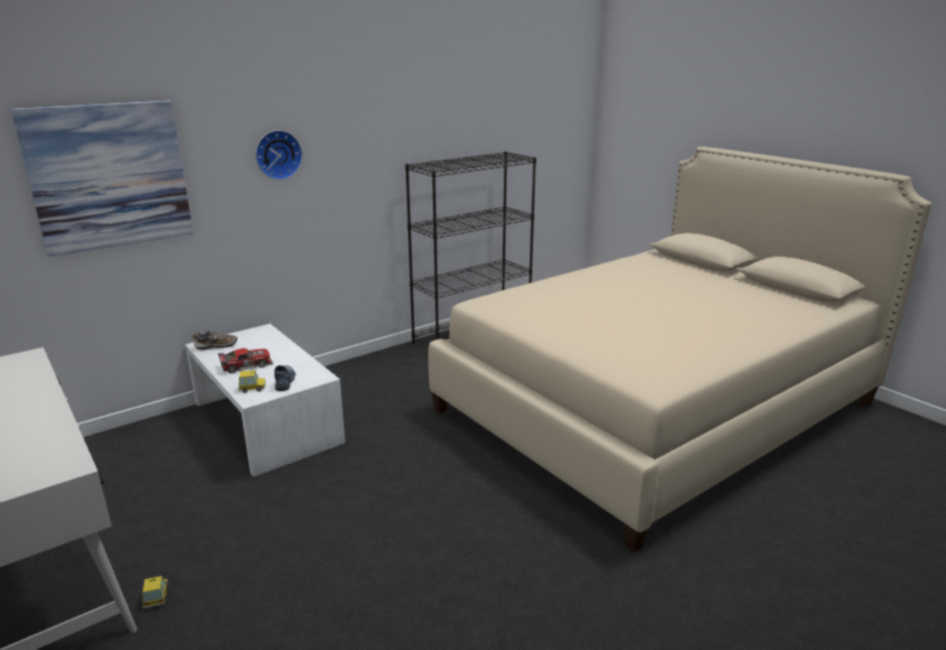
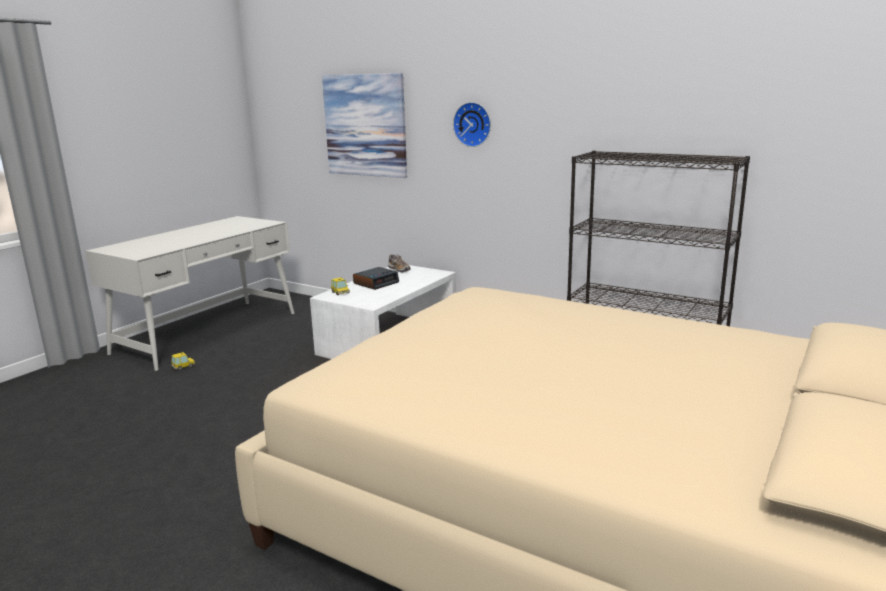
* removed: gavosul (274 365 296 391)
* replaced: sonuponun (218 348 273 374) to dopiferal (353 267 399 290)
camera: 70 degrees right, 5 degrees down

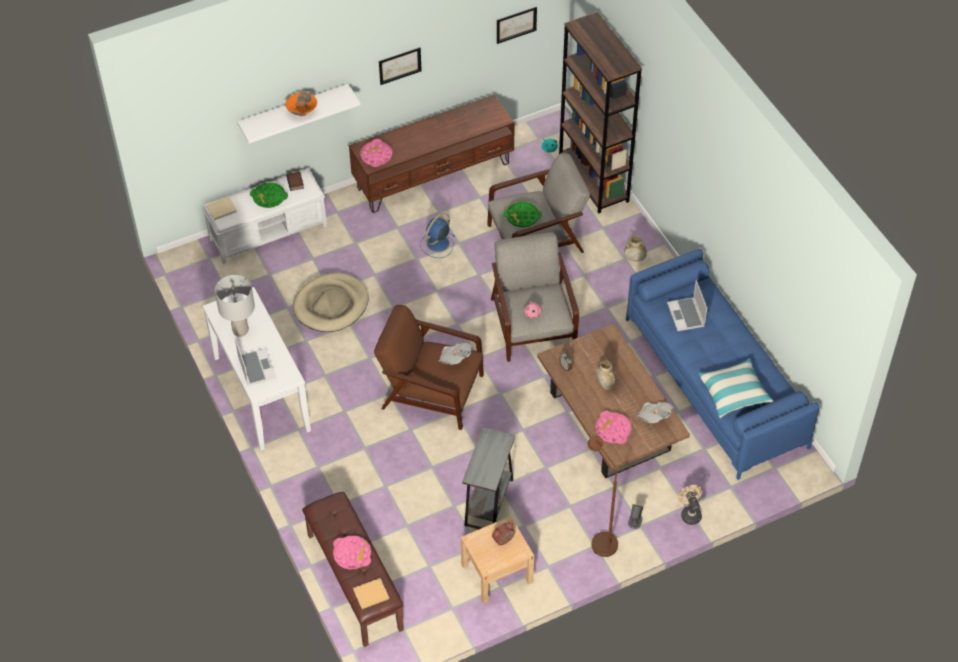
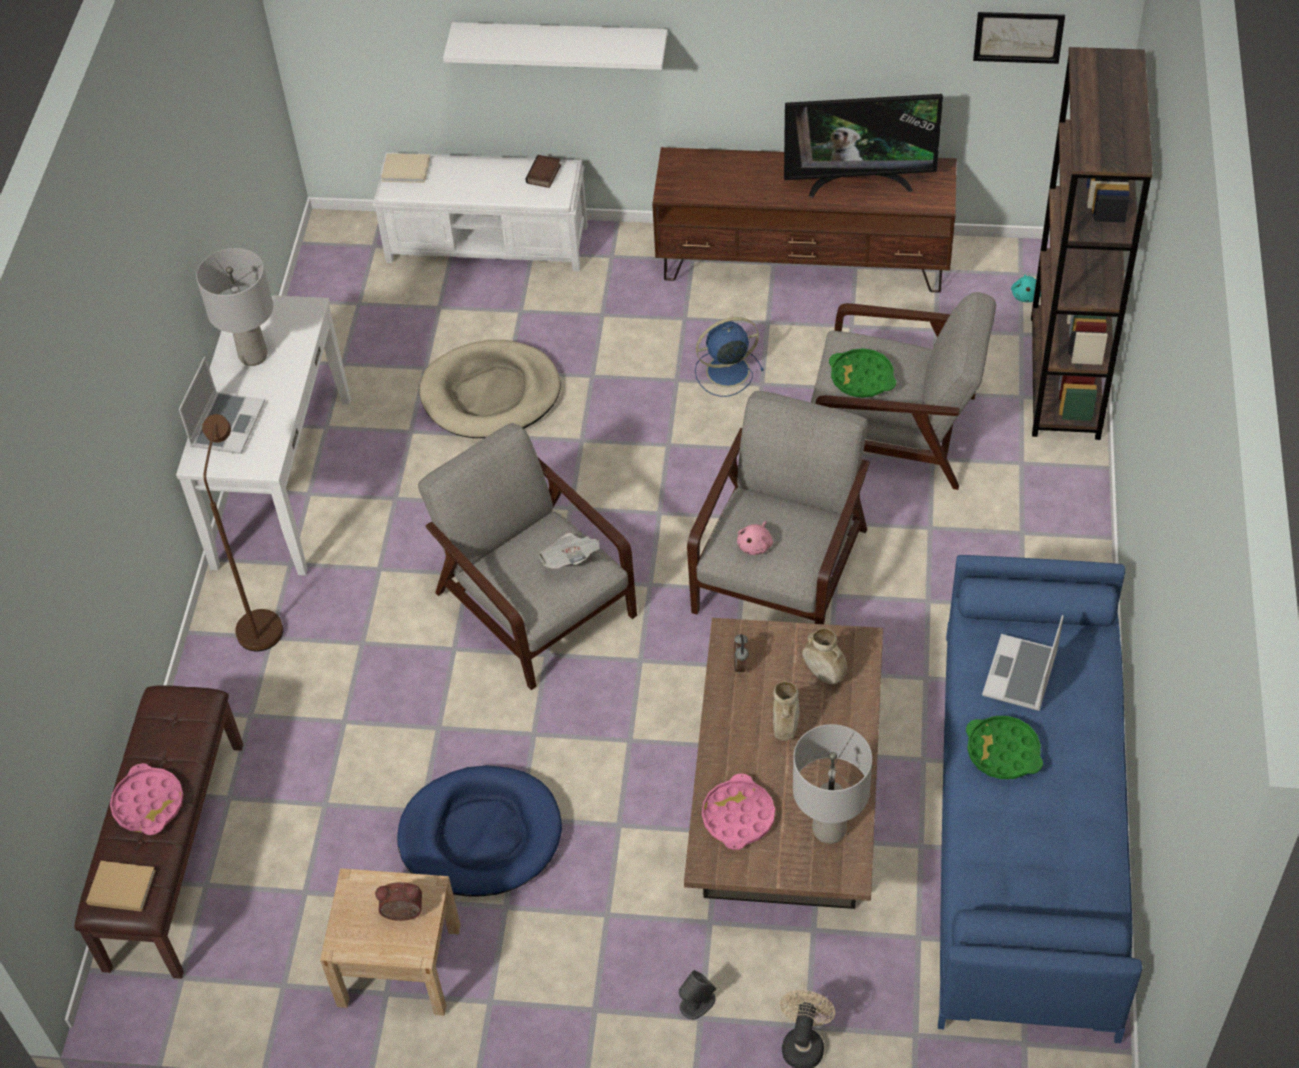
* removed: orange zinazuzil (285 92 317 116)
* removed: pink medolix (360 139 392 167)
* removed: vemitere (379 47 422 85)
* removed: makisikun (698 358 773 418)
* added: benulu (784 94 943 197)
* moved: green medolix (250 182 288 208) to (966 716 1043 779)
* moved: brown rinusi (588 436 618 557) to (202 414 283 651)
* moved: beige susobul (624 236 647 262) to (802 628 847 684)
* replaced: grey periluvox (462 427 515 529) to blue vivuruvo (397 765 562 897)
* replaced: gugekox (637 402 673 423) to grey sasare (793 724 872 844)
* recoloured: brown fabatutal (374 305 484 430) to grey fabatutal (418 423 637 690)
camera: 35 degrees right, 0 degrees up

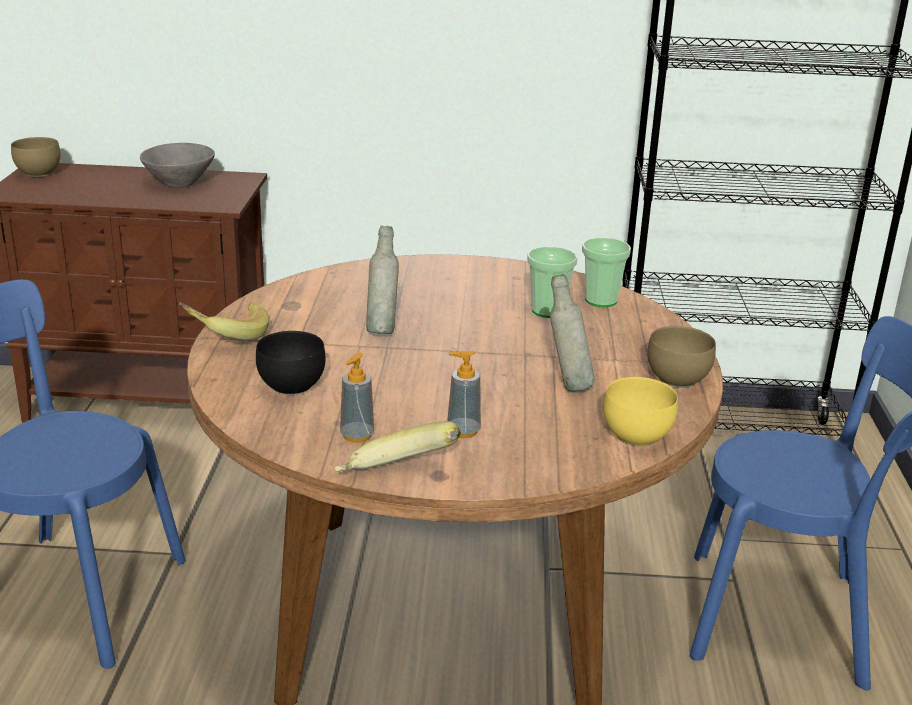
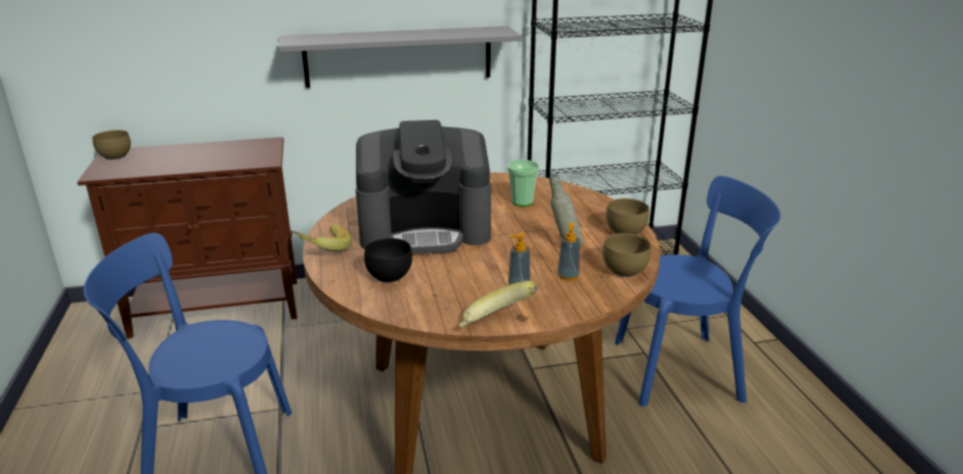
* removed: grey zinazuzil (140 143 215 188)
* removed: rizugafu (582 238 631 307)
* added: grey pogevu (278 26 521 88)
* moved: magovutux (340 352 374 443) to (558 222 580 281)
* replaced: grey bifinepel (366 225 399 334) to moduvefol (355 120 491 254)
* recoloured: yellow zinazuzil (603 377 678 446) to brown zinazuzil (603 233 651 277)
camera: 15 degrees left, 0 degrees up

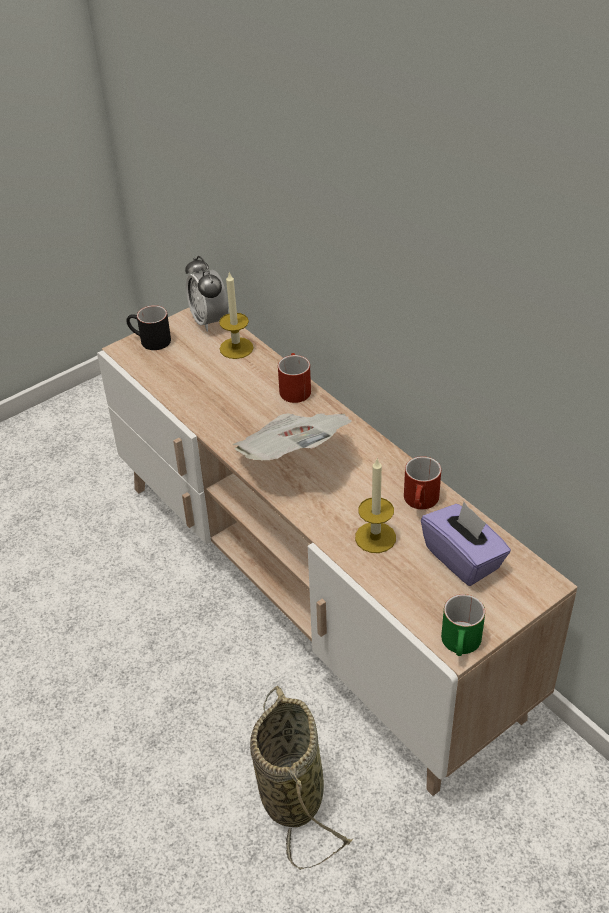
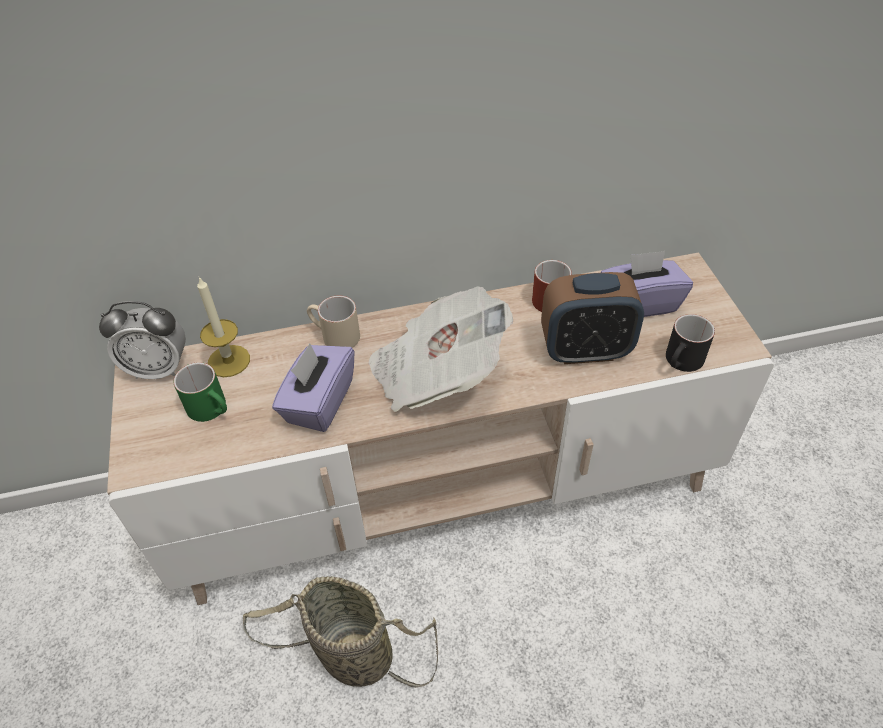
* added: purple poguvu (272 343 355 432)
* moved: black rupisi (126 305 171 350) to (666 314 715 372)
* moved: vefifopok (250 686 354 870) to (243 576 438 688)
* moved: green rupisi (441 594 485 656) to (174 362 227 422)
* replaced: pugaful (355 458 396 553) to dopiferal (541 272 644 364)
* recoloured: red rupisi (278 353 311 403) to beige rupisi (307 295 360 348)
camera: 65 degrees left, 5 degrees up

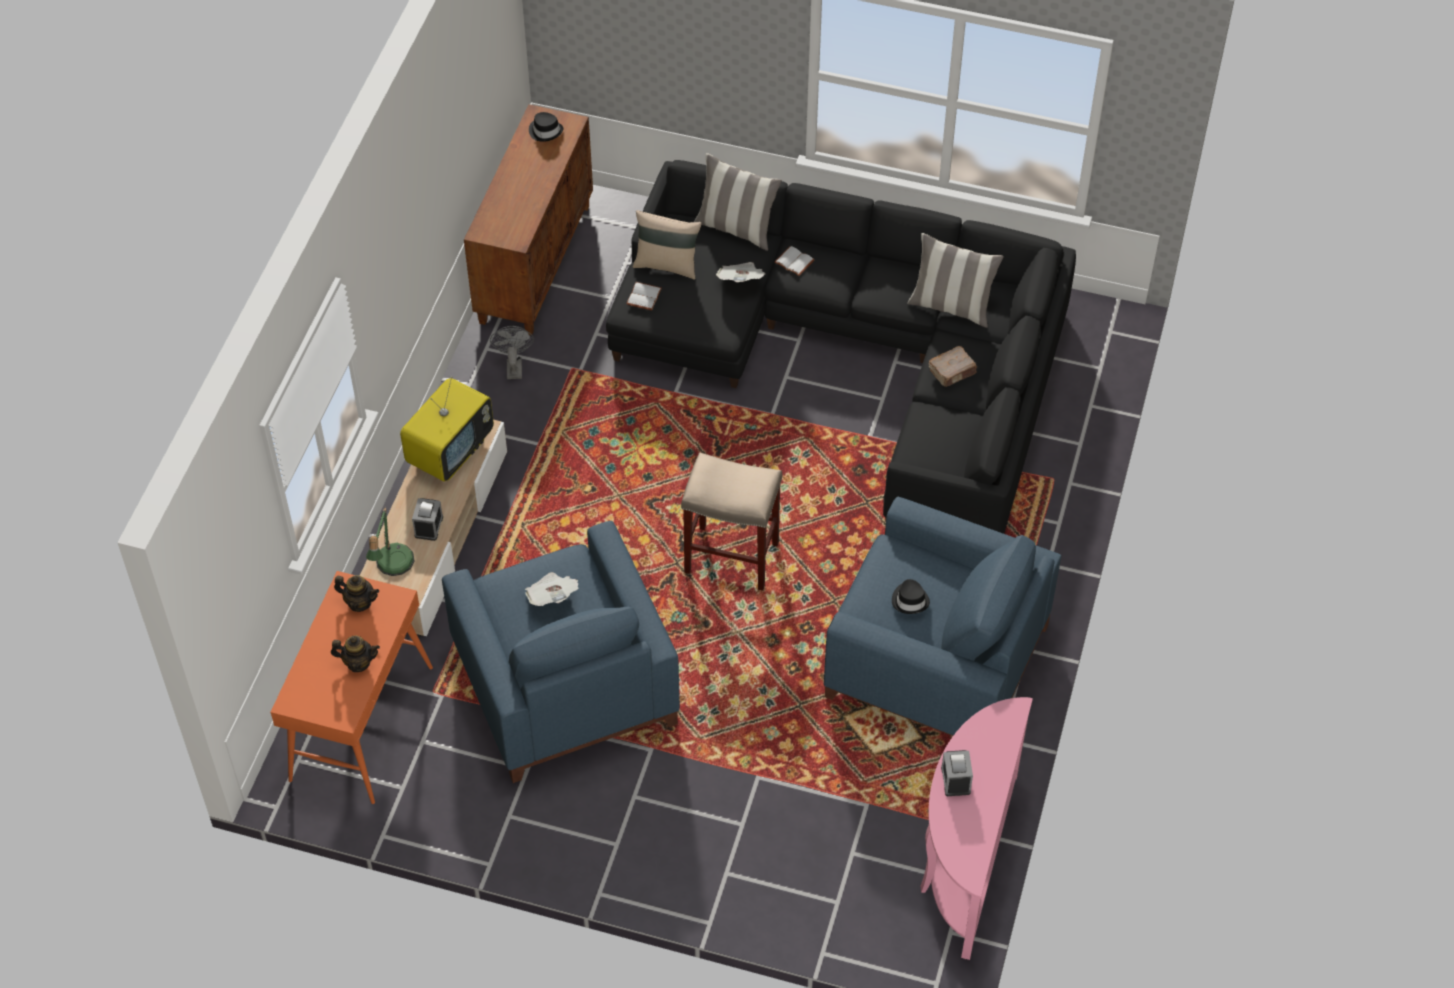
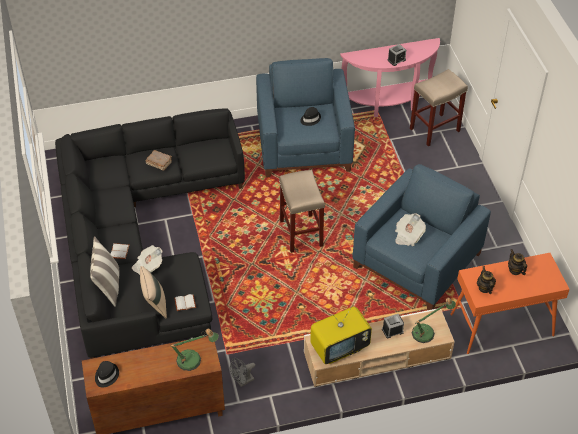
* removed: makisikun (907 233 1004 328)
* added: sasare (170 329 219 371)
* added: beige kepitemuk (410 69 468 146)
* turned: benulu (400 376 494 482) = (310 307 372 364) 150 degrees clockwise
camera: 120 degrees left, 5 degrees down

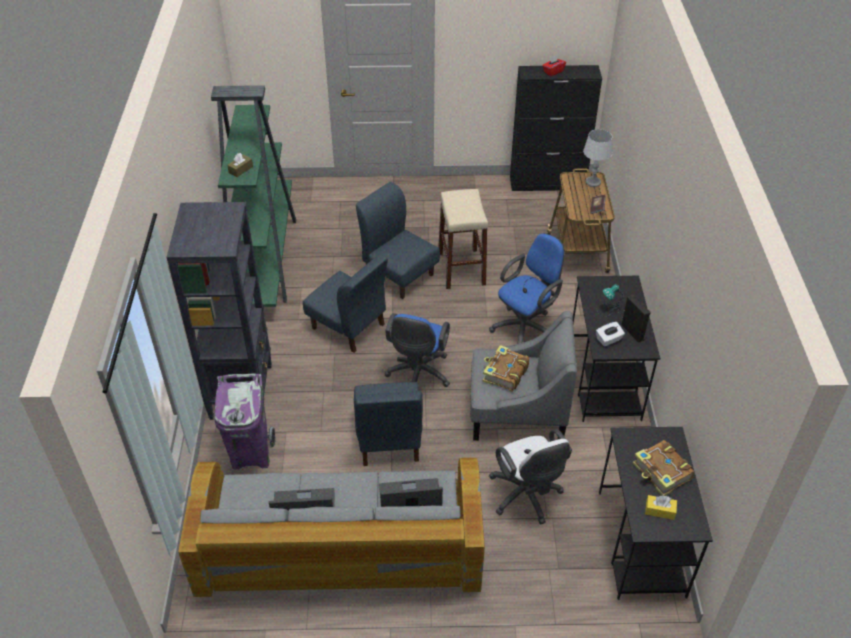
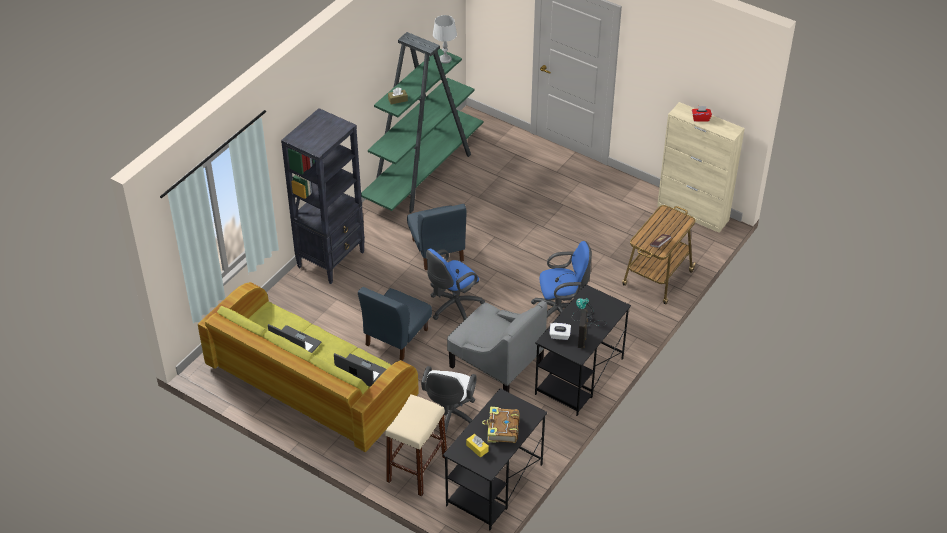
* removed: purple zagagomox (215 373 276 469)
* removed: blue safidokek (356 182 440 299)
* removed: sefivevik (483 345 529 391)
* moved: beige kepitemuk (438 189 488 289) to (385 394 447 496)
* moved: grey sasare (583 129 613 187) to (433 15 457 64)
* recoloured: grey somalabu (178 458 485 597) to green somalabu (198 282 419 452)
* recoloured: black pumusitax (510 65 602 191) to beige pumusitax (657 102 745 233)
camera: 35 degrees right, 0 degrees up

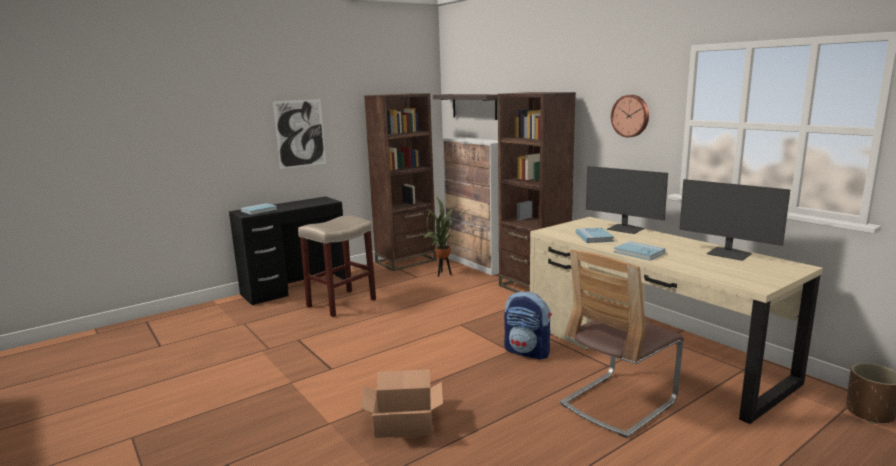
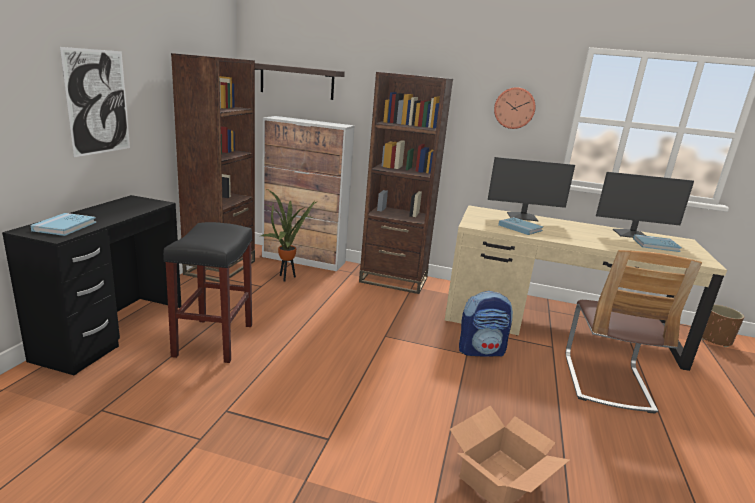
* moved: blue sefivevik (614 241 665 261) to (633 234 682 252)
* recoloured: beige kepitemuk (298 215 376 317) to black kepitemuk (163 222 253 363)
camera: 40 degrees left, 5 degrees up

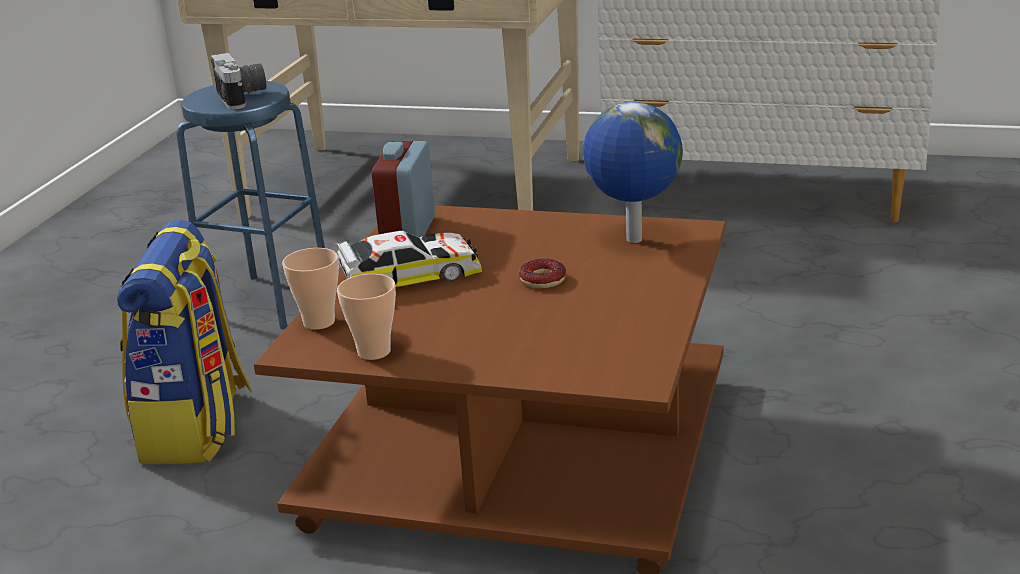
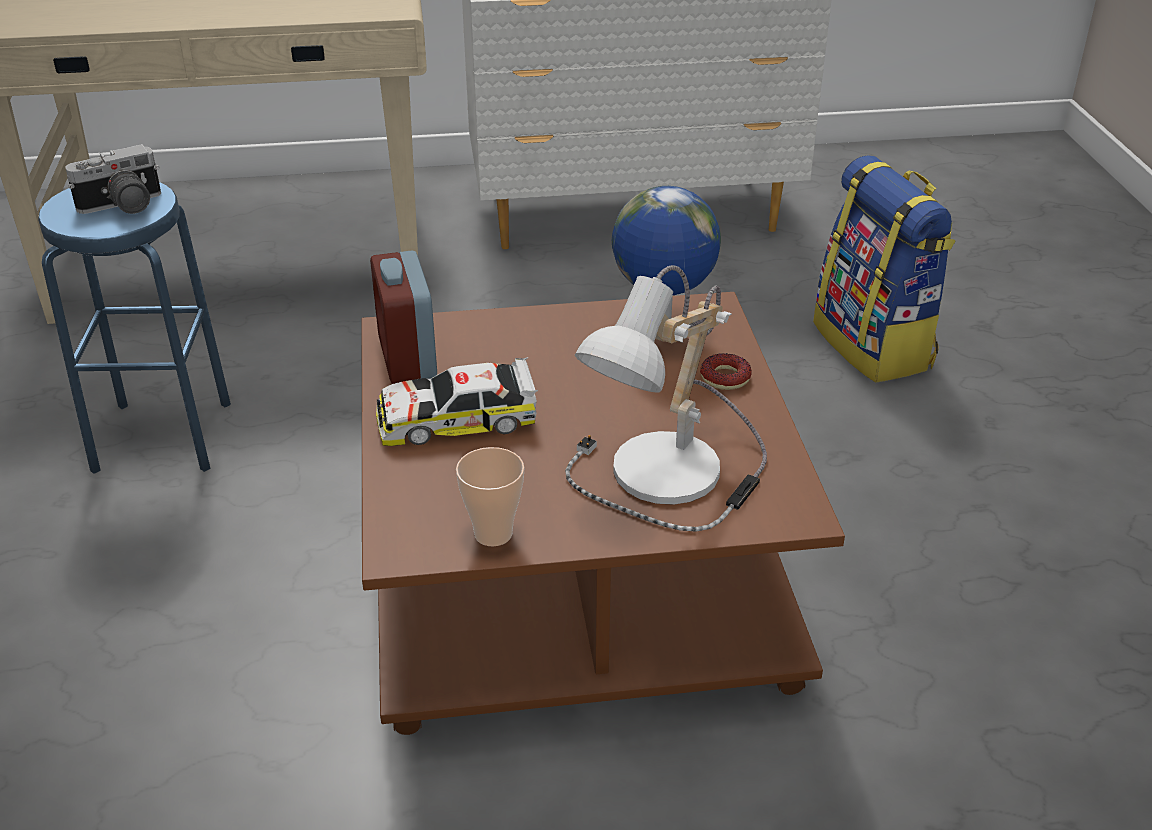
* removed: rizugafu (282 248 339 330)
* added: sasare (565 265 767 532)
* moved: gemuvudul (117 220 252 464) to (813 155 956 383)
* moved: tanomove (519 259 566 288) to (700 353 752 390)
* turned: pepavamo (211 53 266 109) = (65 144 161 214) 105 degrees clockwise
* turned: sonuponun (335 231 482 287) = (376 357 538 446) 150 degrees counterclockwise
camera: 25 degrees left, 10 degrees up

